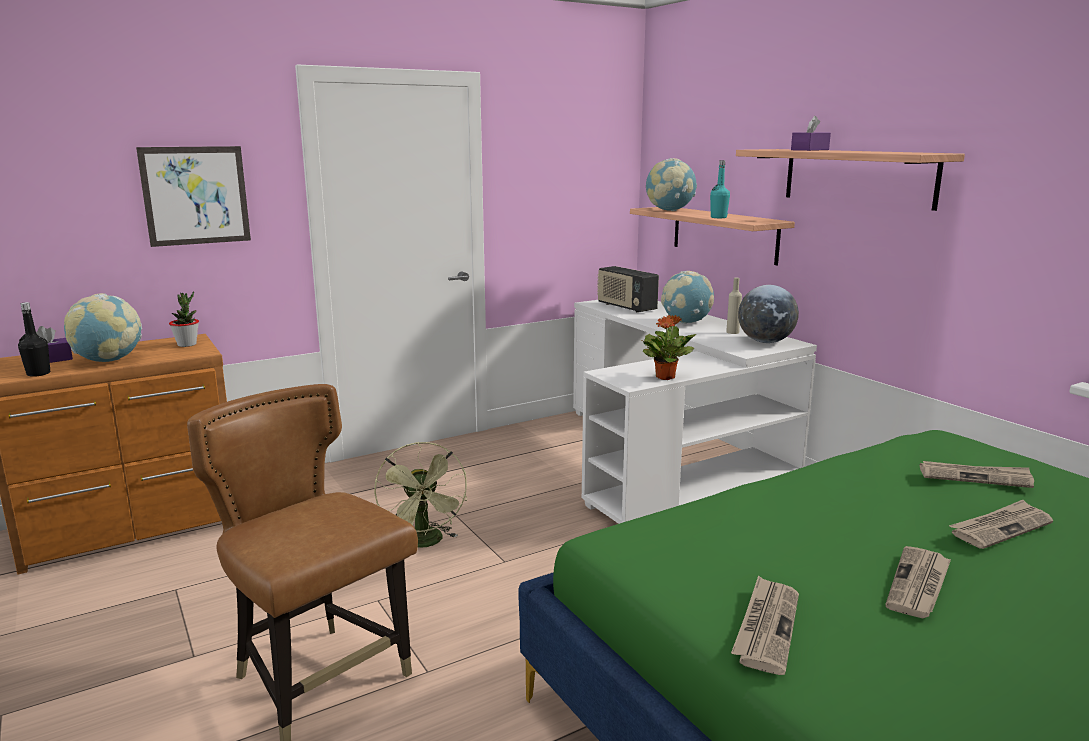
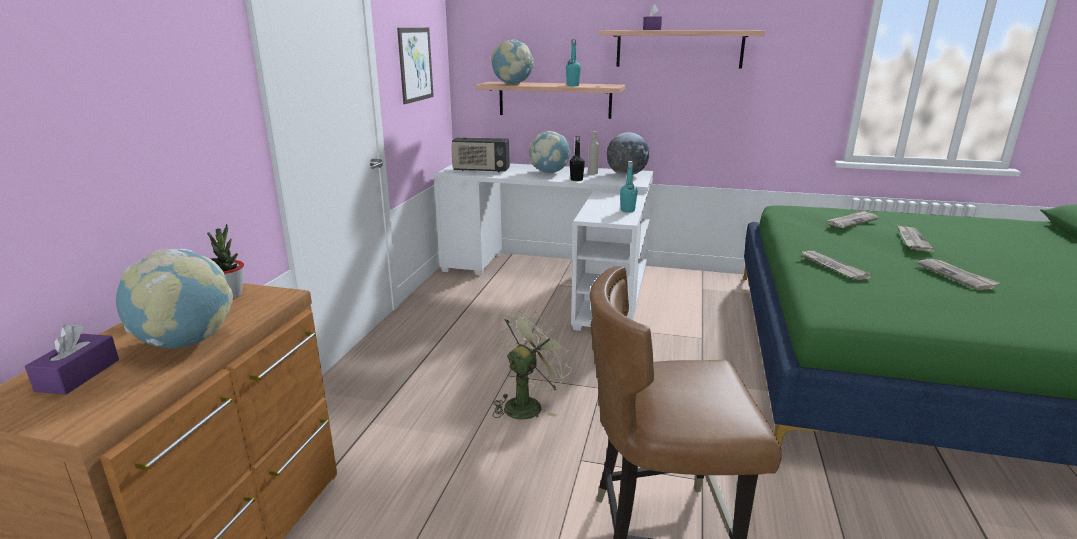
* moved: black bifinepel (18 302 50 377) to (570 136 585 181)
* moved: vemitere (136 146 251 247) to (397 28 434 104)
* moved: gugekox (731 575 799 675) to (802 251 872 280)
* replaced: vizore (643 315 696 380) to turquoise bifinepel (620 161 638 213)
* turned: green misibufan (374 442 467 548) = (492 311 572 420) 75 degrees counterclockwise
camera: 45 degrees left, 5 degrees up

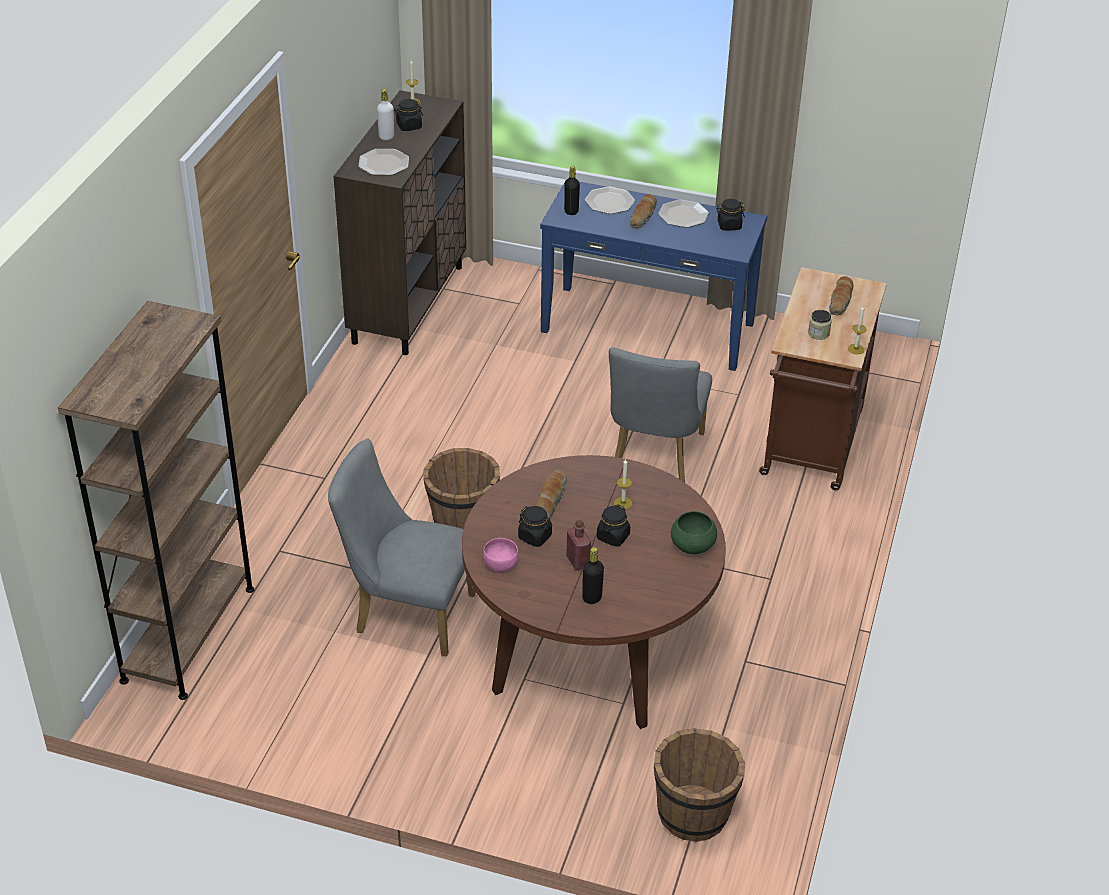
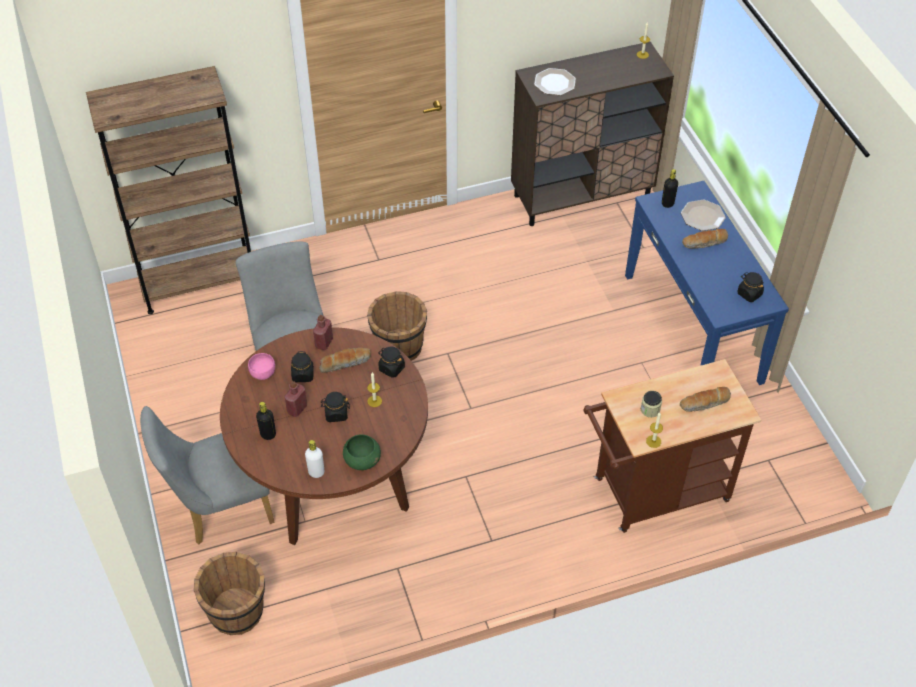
* removed: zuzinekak (658 199 709 228)
* added: red bifinepel (313 315 333 350)
* moved: white bifinepel (377 89 394 140) to (305 440 324 478)
* moved: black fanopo (394 99 423 131) to (378 346 405 378)
* moved: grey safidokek (609 347 712 483) to (140 406 274 545)
camera: 55 degrees right, 10 degrees up

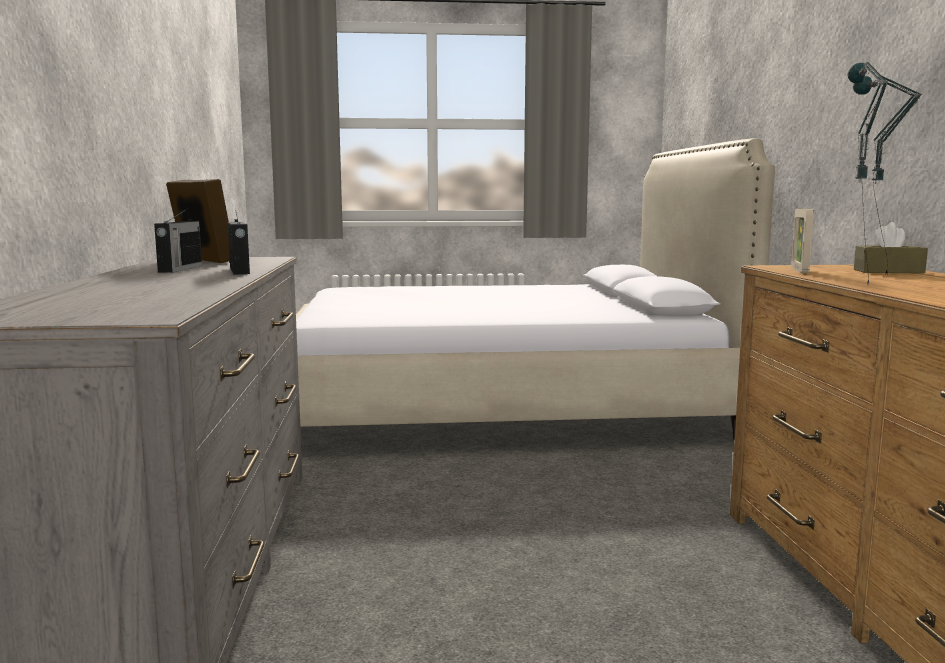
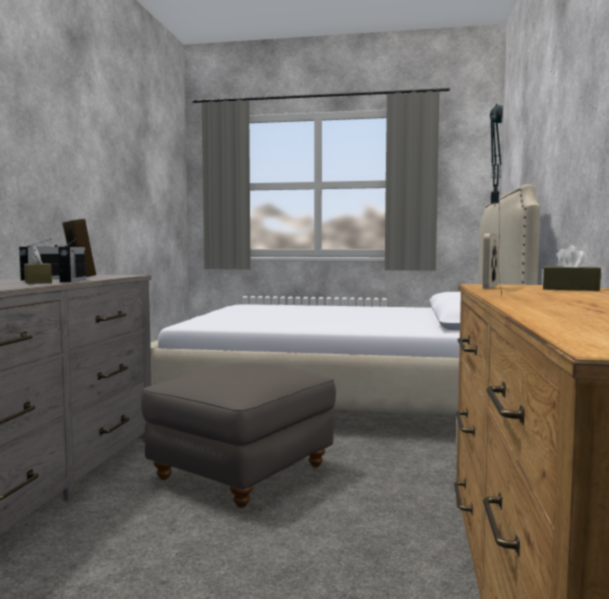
* removed: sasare (853 76 922 274)
* added: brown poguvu (24 246 52 284)
* added: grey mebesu (141 363 336 508)
camera: 15 degrees right, 5 degrees down

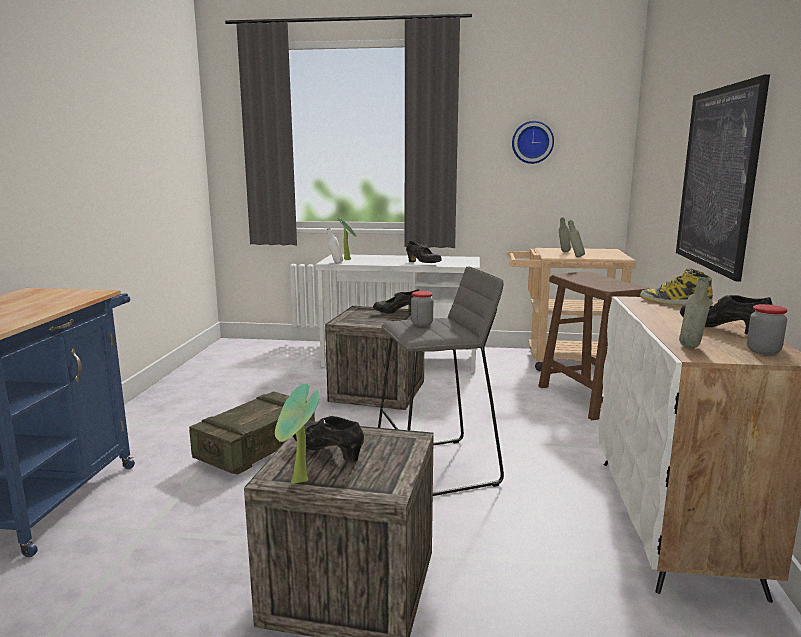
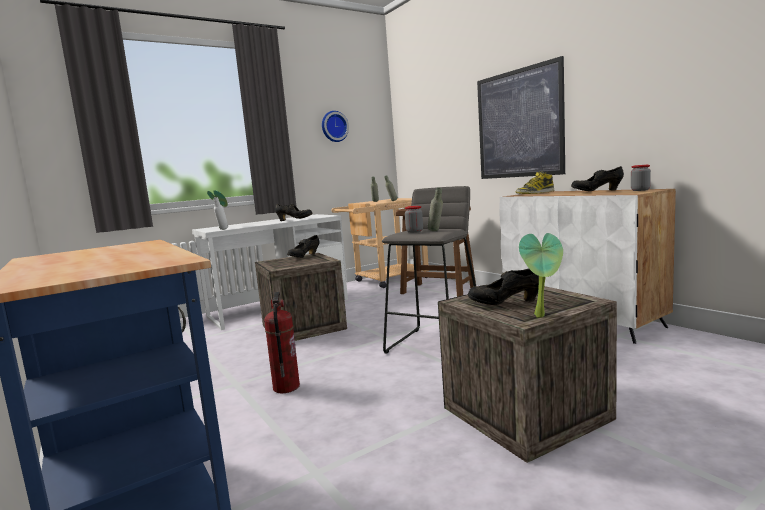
* moved: grey bifinepel (679 277 710 348) to (428 188 443 231)
* replaced: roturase (189 391 315 475) to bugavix (264 292 300 393)
camera: 40 degrees left, 5 degrees down

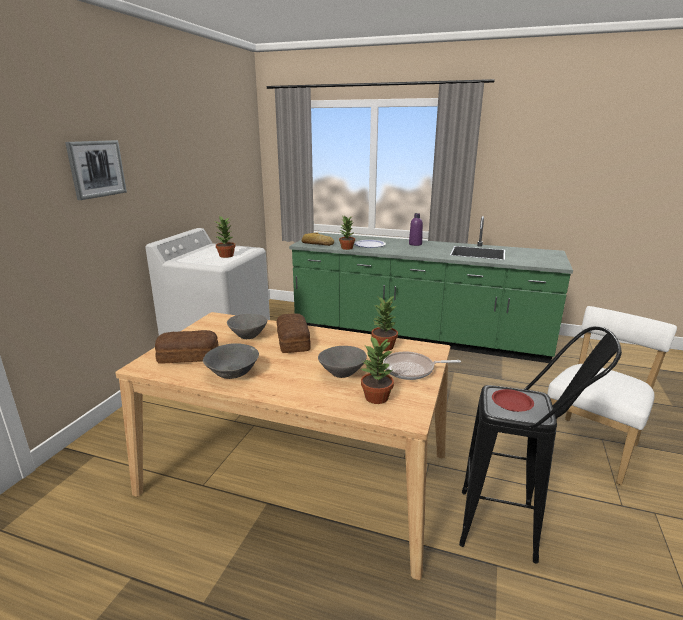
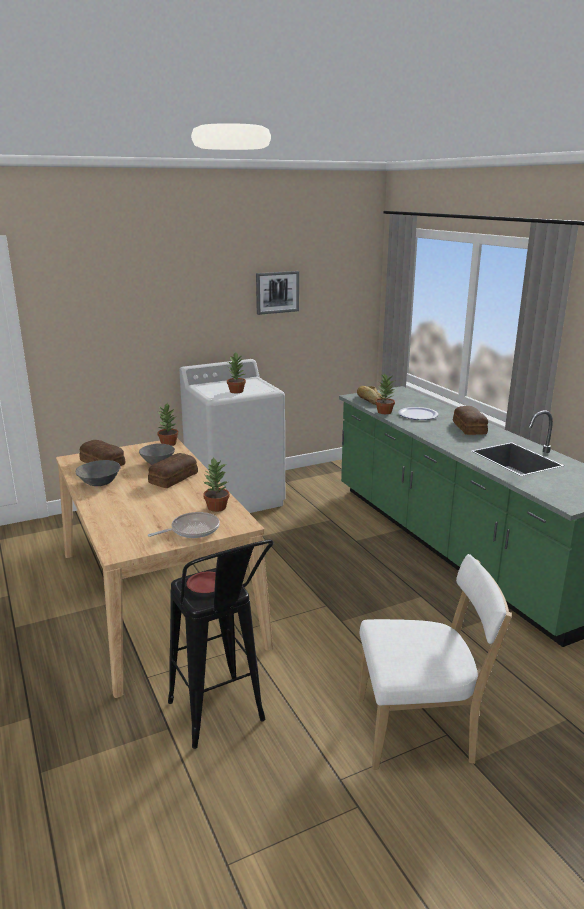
* removed: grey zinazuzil (318 346 367 378)
* moved: vemitere (65 140 127 200) to (256 271 299 315)
* moved: vizore (361 336 394 404) to (157 403 179 446)
* replaced: purple bifinepel (409 213 423 246) to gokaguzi (453 406 488 435)
* turned: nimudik (383 352 461 380) = (148 512 220 538) 105 degrees clockwise
camera: 45 degrees right, 0 degrees up

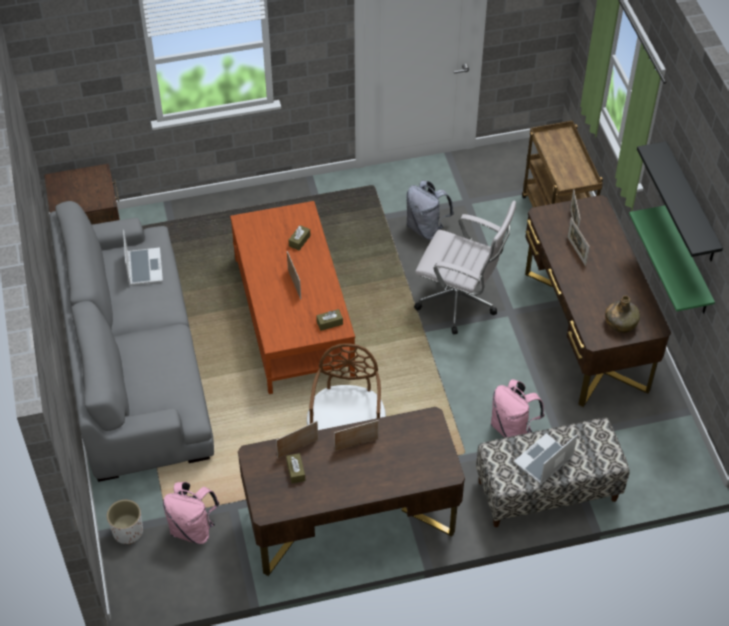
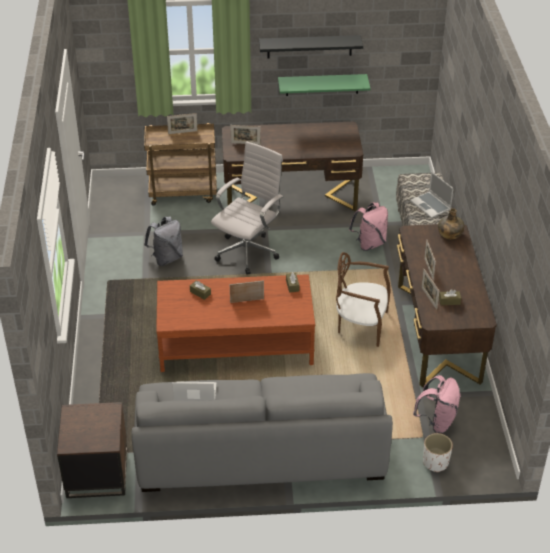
* moved: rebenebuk (567 218 590 266) to (167 113 198 134)
* moved: green bifinepel (605 295 640 333) to (438 208 464 239)
camera: 80 degrees left, 10 degrees down

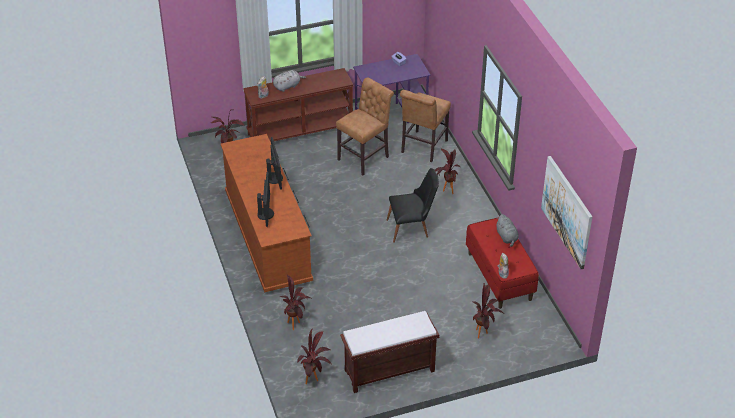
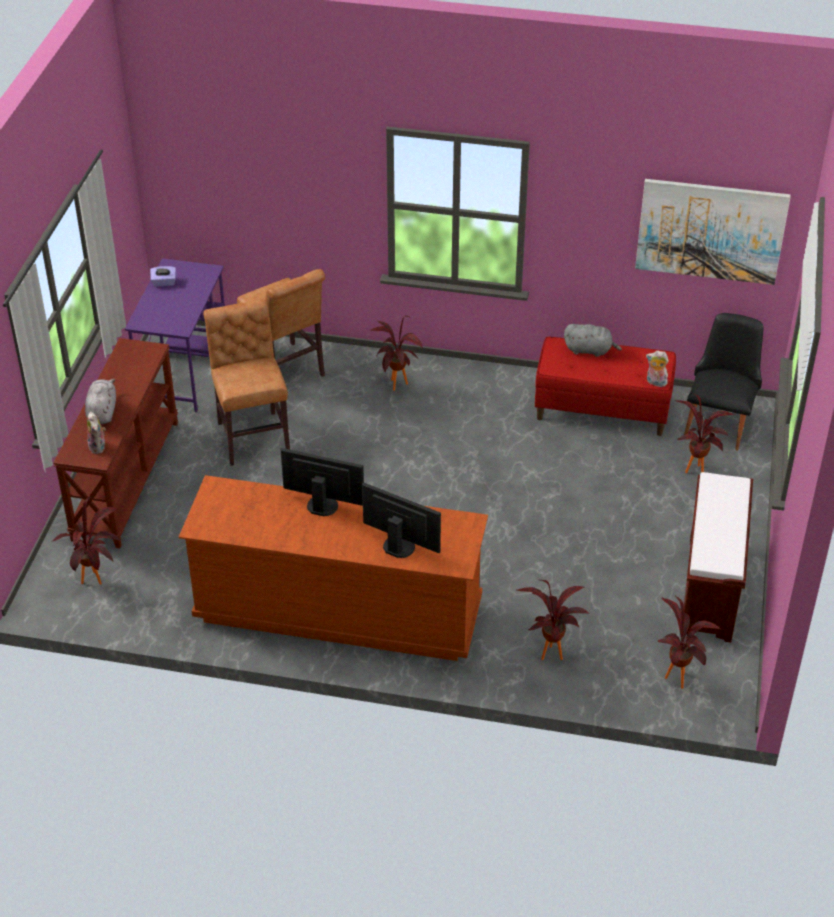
* moved: black safidokek (387 168 439 243) to (684 313 764 451)
camera: 60 degrees left, 0 degrees up

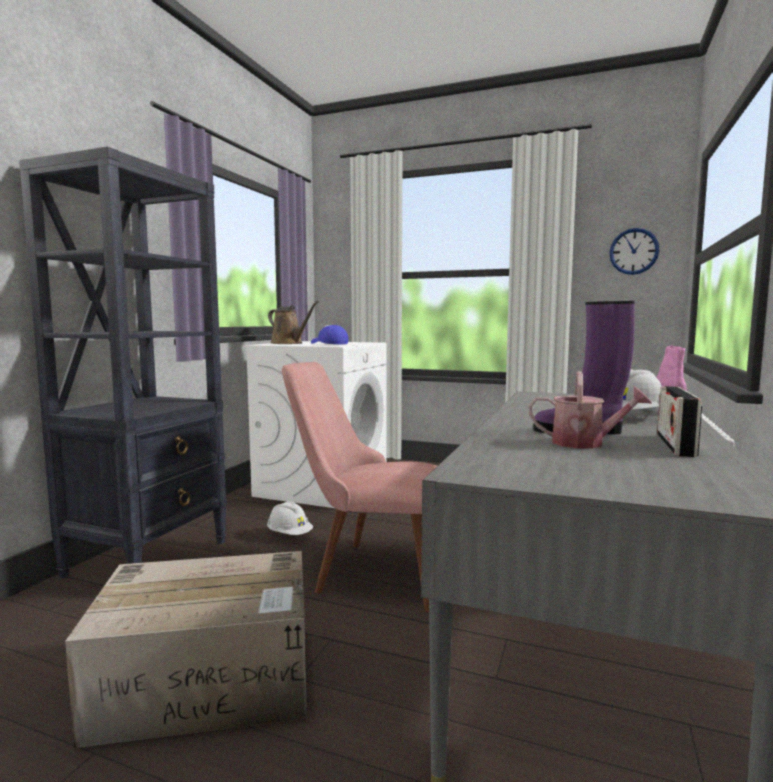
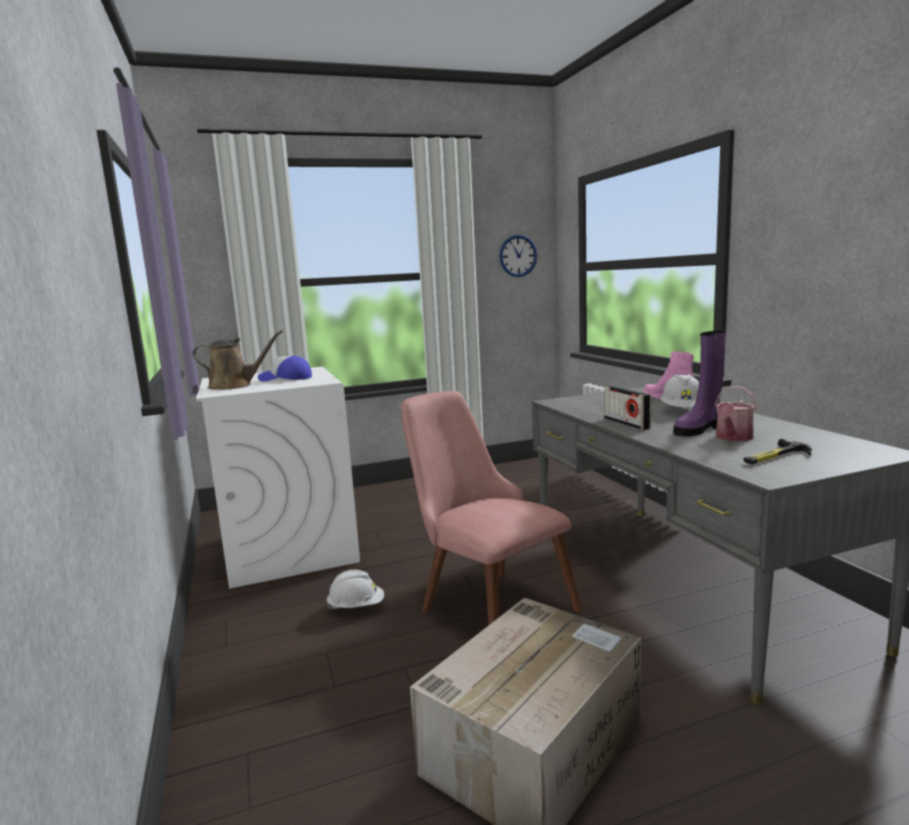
* removed: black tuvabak (19 146 227 578)
* added: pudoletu (744 439 812 464)
* moved: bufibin (657 386 702 457) to (604 386 651 430)
* turned: pink safidokek (282 362 438 613) = (401 391 582 625) 75 degrees clockwise
* turned: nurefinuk (529 371 652 448) = (715 386 757 441) 150 degrees clockwise
camera: 40 degrees left, 5 degrees up

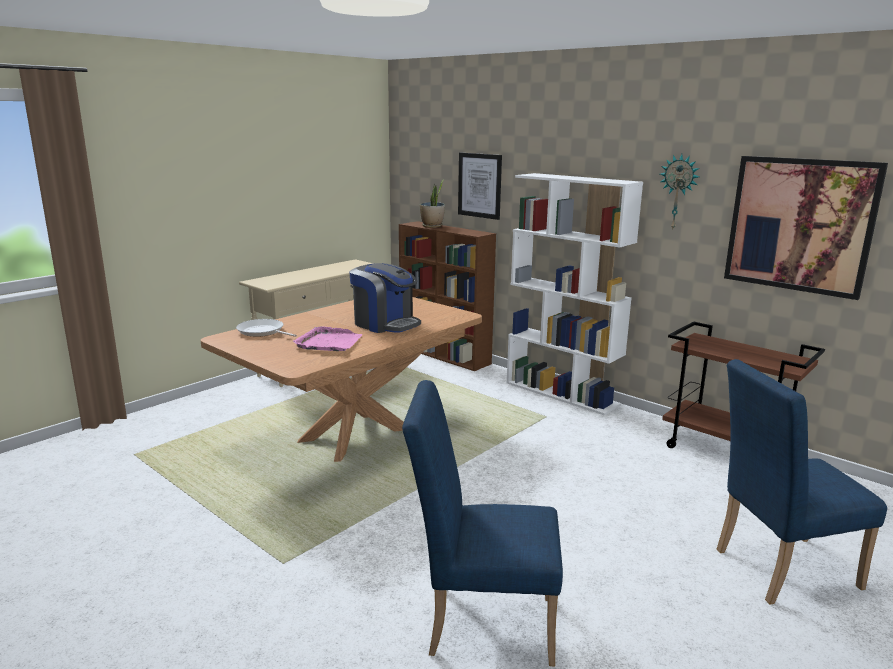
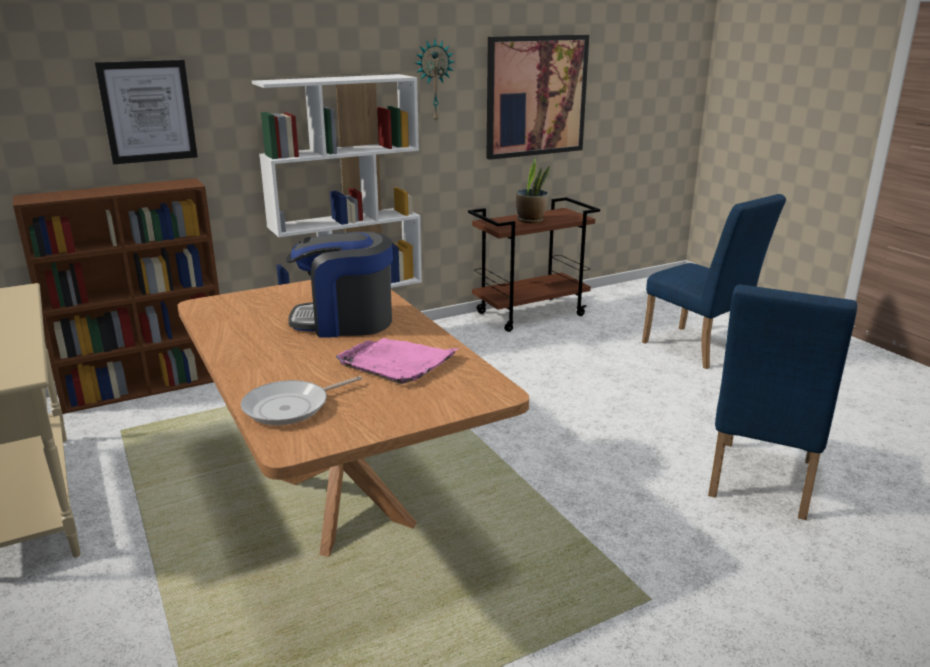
* moved: vizore (420 179 445 228) to (516 159 550 223)
* turned: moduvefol (349 263 421 333) = (286 232 393 338) 150 degrees counterclockwise
* turned: blue safidokek (717 359 887 604) = (642 194 786 369) 45 degrees counterclockwise
camera: 70 degrees left, 5 degrees up

